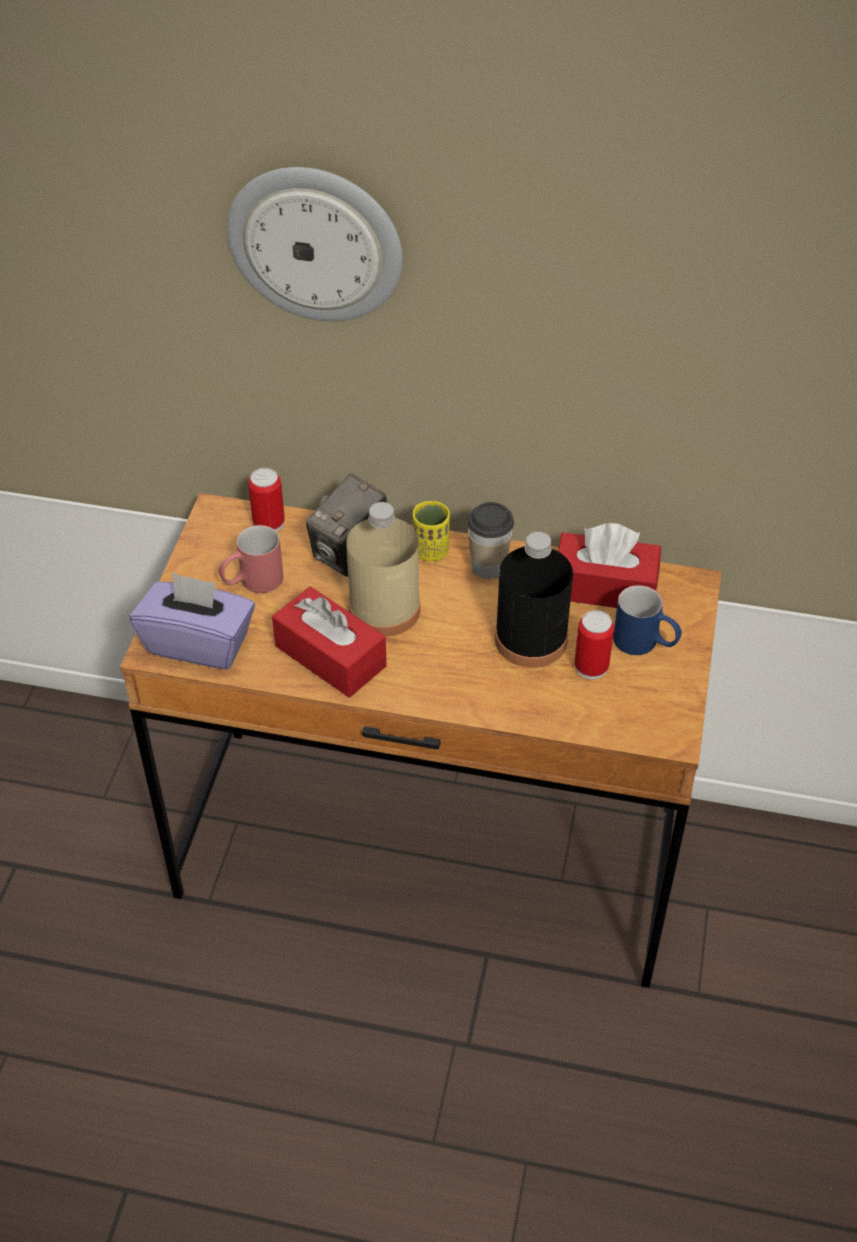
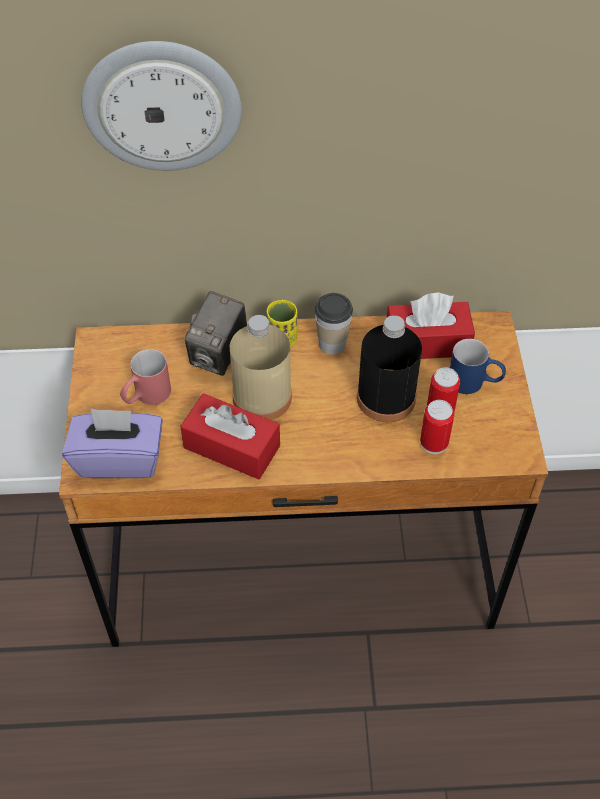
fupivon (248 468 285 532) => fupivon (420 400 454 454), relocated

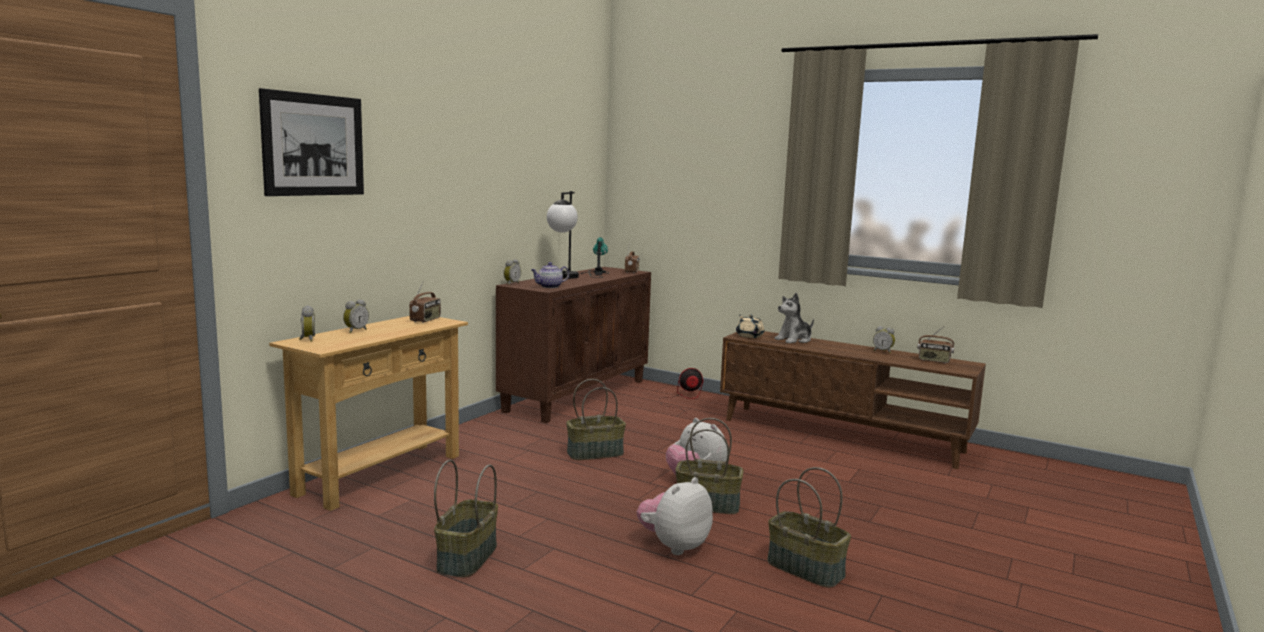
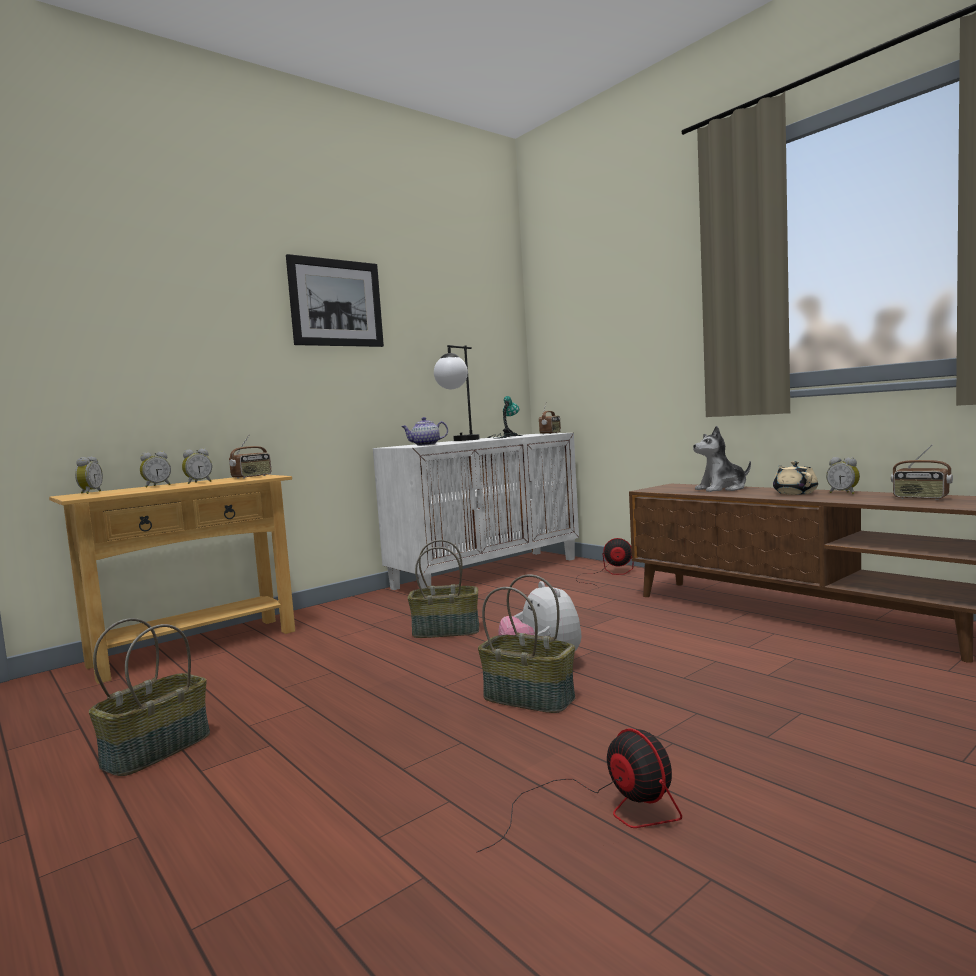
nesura (259 88 364 196) => nesura (286 254 384 347), relocated
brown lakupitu (496 267 651 423) => white lakupitu (373 433 579 590)
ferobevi (504 259 521 285) => ferobevi (182 448 212 484), relocated
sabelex (637 477 713 555) => nothing
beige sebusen (736 314 764 338) => beige sebusen (773 461 818 495), relocated
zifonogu (767 467 851 588) => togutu (476 728 682 853)

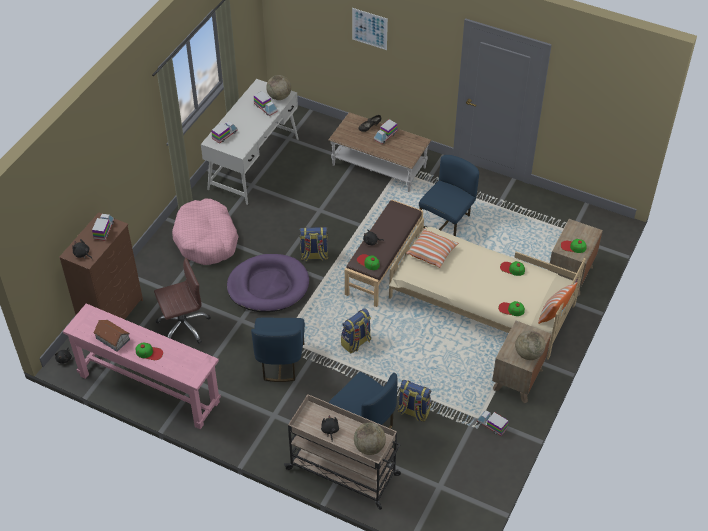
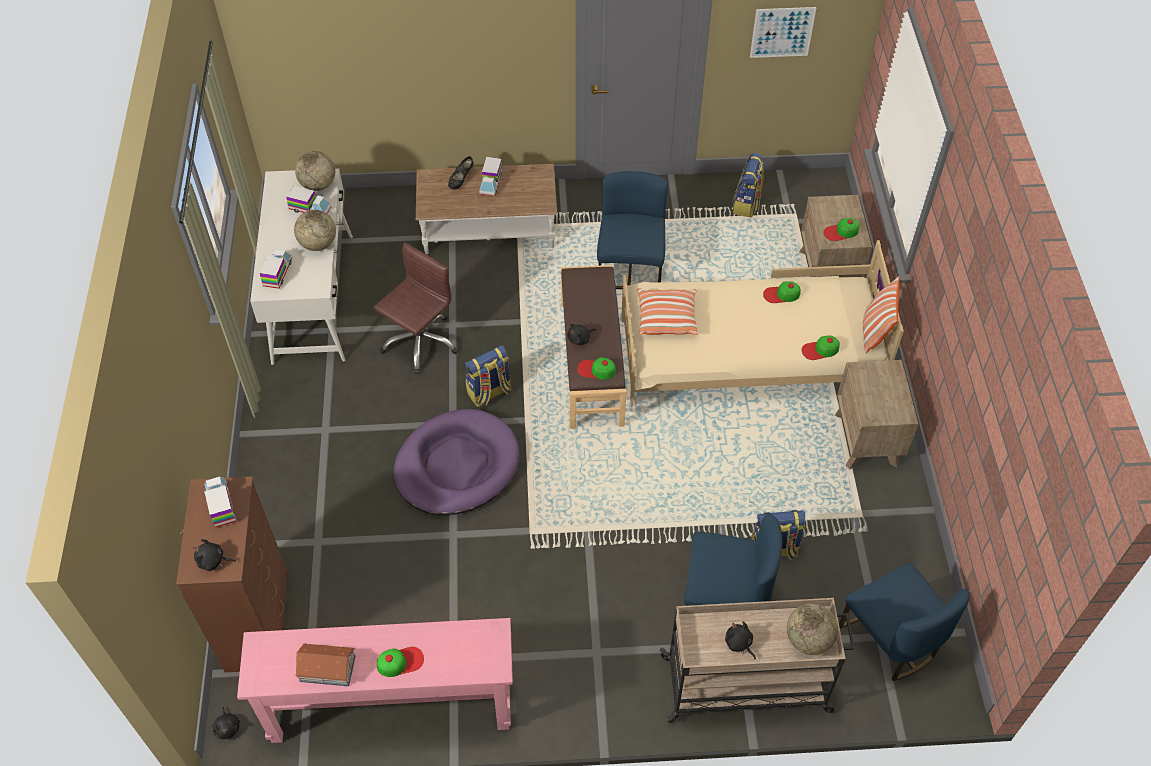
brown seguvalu (154 258 211 344) => brown seguvalu (374 242 458 374), relocated
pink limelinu (172 198 239 265) => nothing
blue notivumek (251 317 305 382) => blue notivumek (839 562 970 681), relocated
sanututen (341 308 371 353) => sanututen (733 153 764 217), relocated
nesura (352 8 388 50) => nesura (750 7 816 58), relocated
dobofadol (477 410 508 436) => nothing
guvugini (515 330 545 360) => guvugini (294 210 336 251), relocated

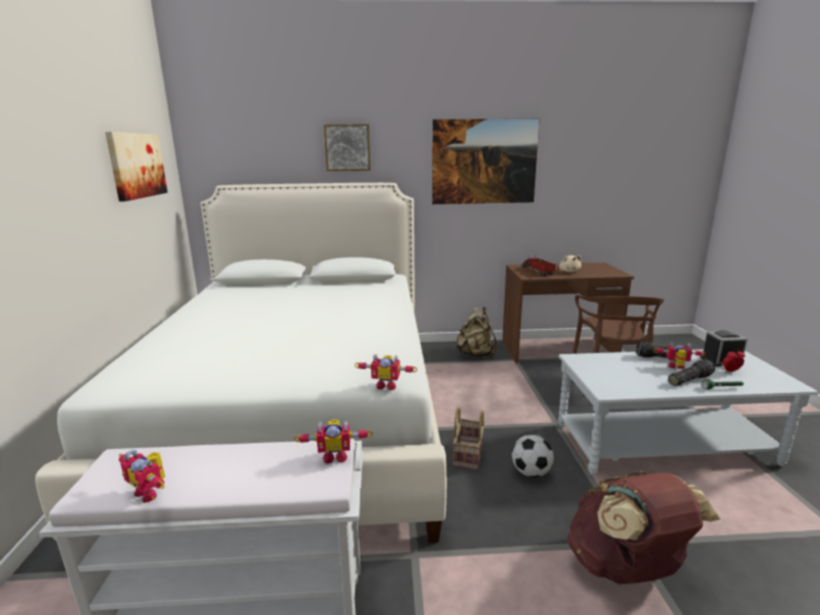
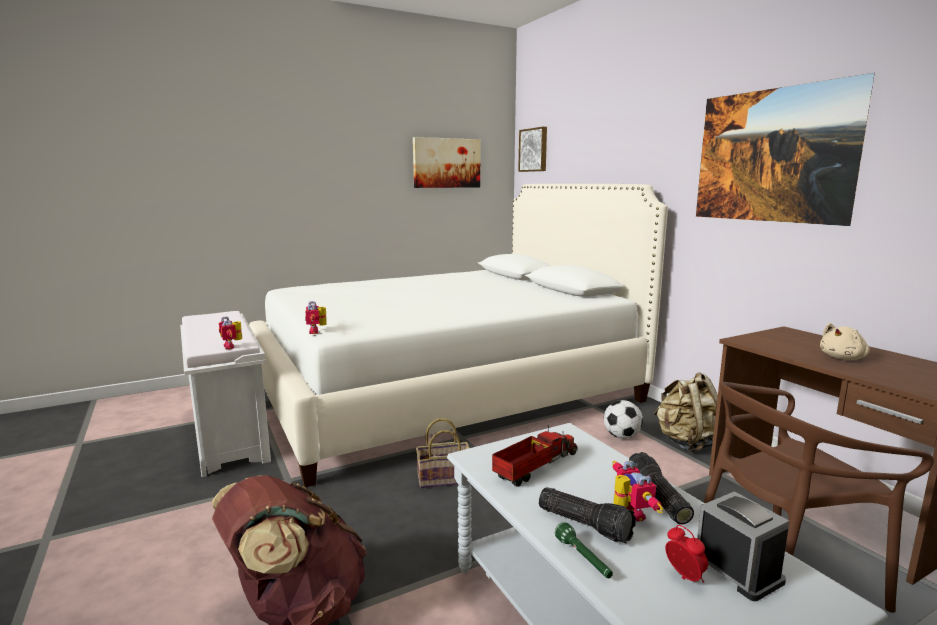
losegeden (119 449 165 503) => nothing
nesura (324 124 370 171) => nesura (518 127 547 172), relocated
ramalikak (512 435 554 477) => ramalikak (604 400 643 439), relocated
dobofadol (522 255 556 276) => dobofadol (492 426 578 487), relocated

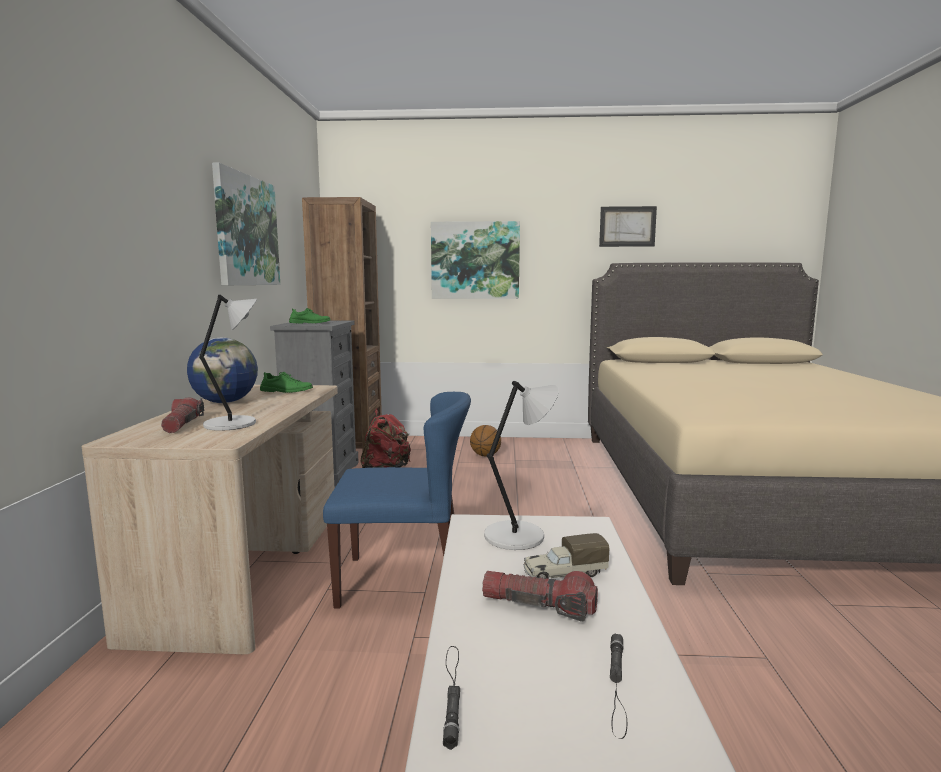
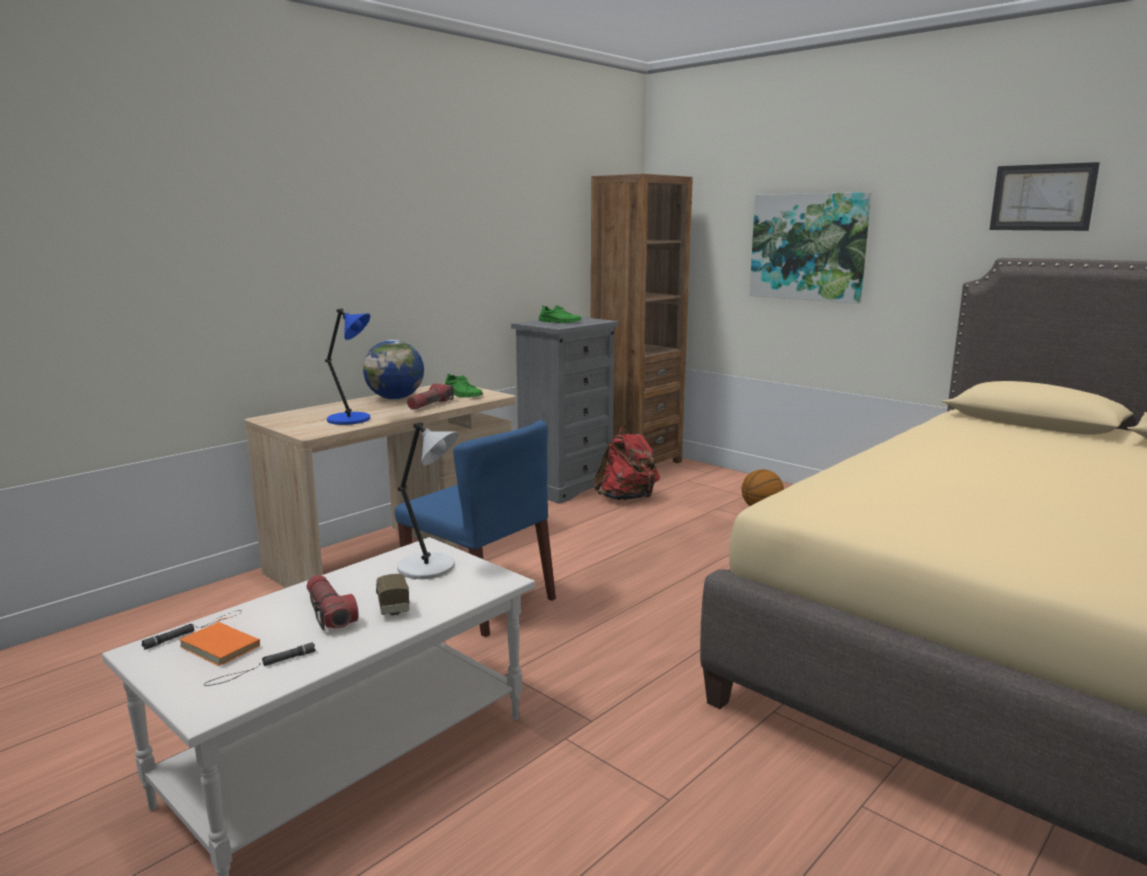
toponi (161 398 204 433) => toponi (407 383 455 410), relocated
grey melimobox (199 294 257 431) => blue melimobox (325 308 370 425)
nesura (212 163 280 285) => nothing
dobofadol (524 533 610 579) => dobofadol (376 574 410 617), 45 degrees clockwise
nothing => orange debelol (179 617 260 666)

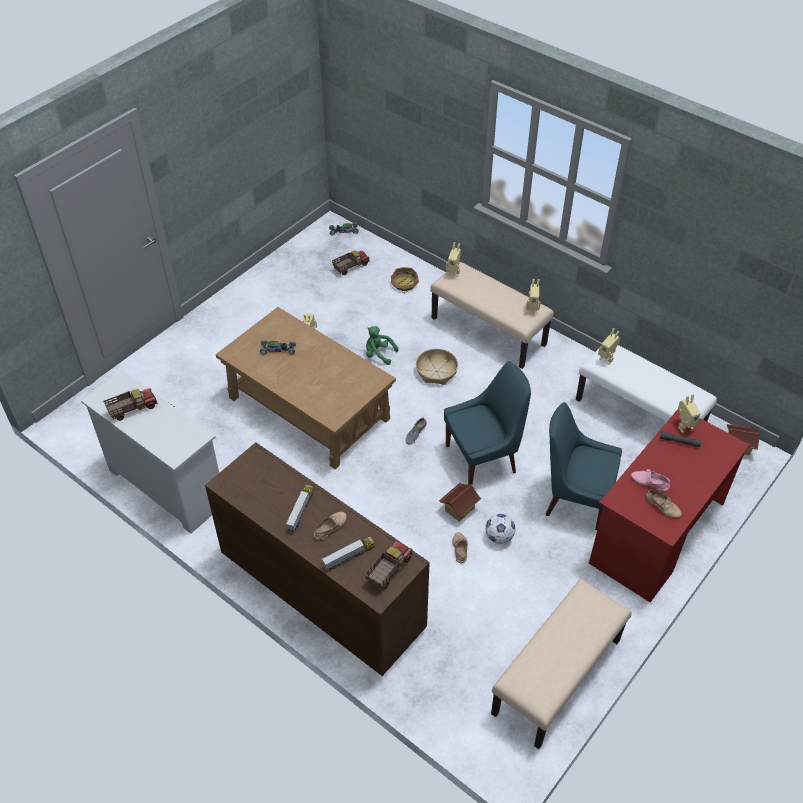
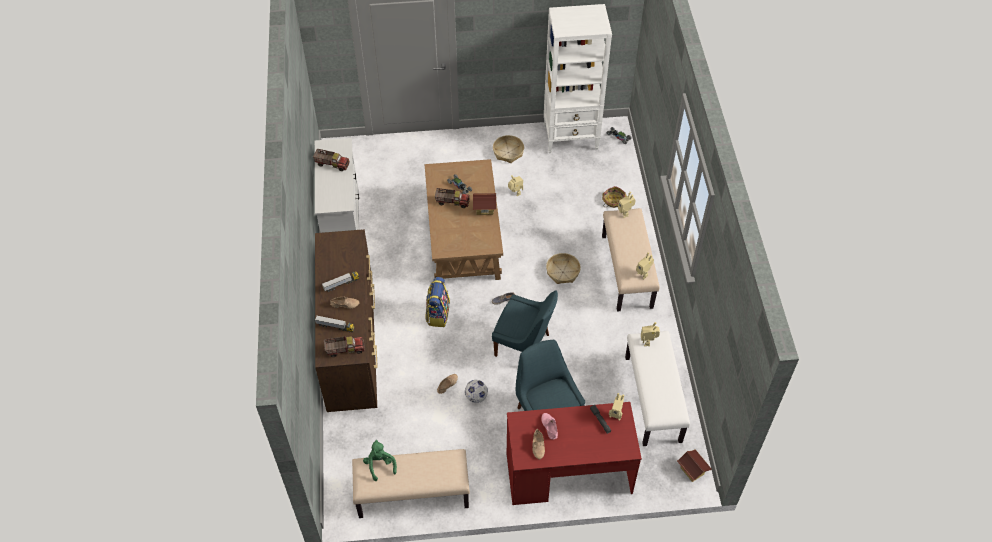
dobofadol (332 250 370 275) => dobofadol (435 188 470 208), relocated
green sabelex (366 326 399 365) => green sabelex (363 440 397 481), relocated
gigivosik (439 483 482 521) => gigivosik (473 193 497 215), relocated
nothing => sanututen (425 277 450 327)
nothing => zifonogu (493 135 524 163)
nothing => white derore (544 4 612 153)

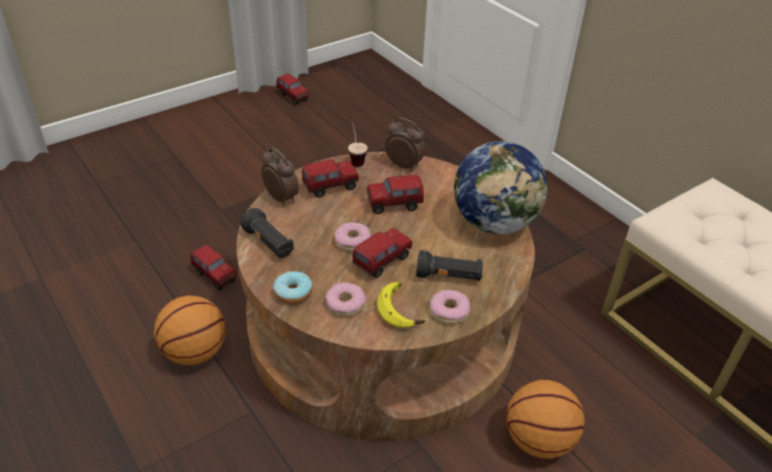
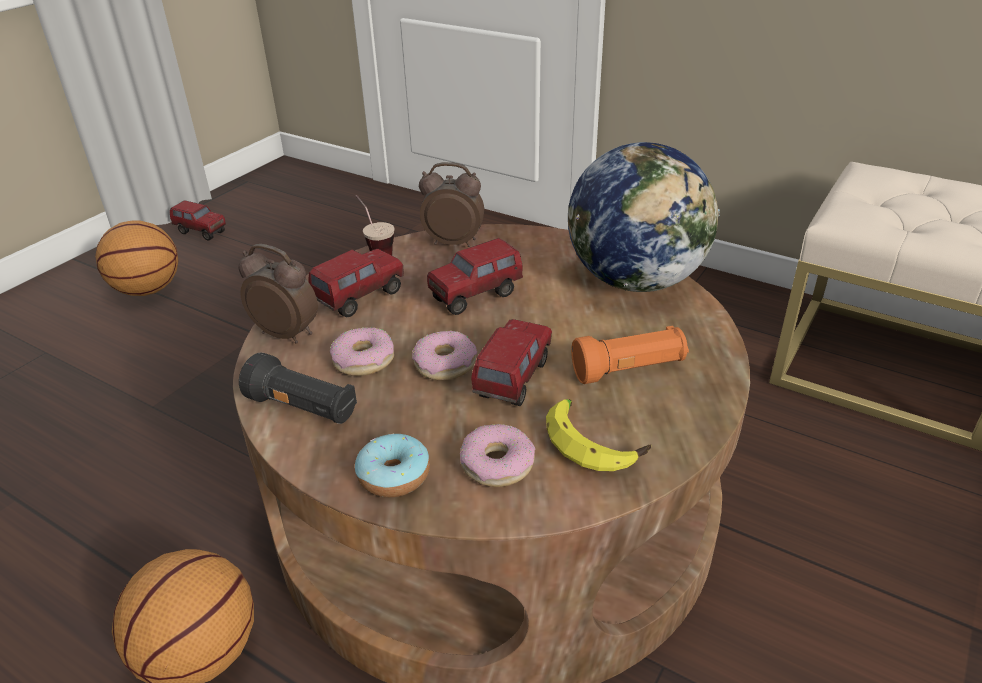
dobofadol (190 245 237 290) => nothing
black toponi (416 250 483 281) => orange toponi (571 326 689 384)
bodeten (430 290 470 324) => bodeten (329 327 394 376), relocated
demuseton (506 380 585 459) => demuseton (95 221 179 296), relocated

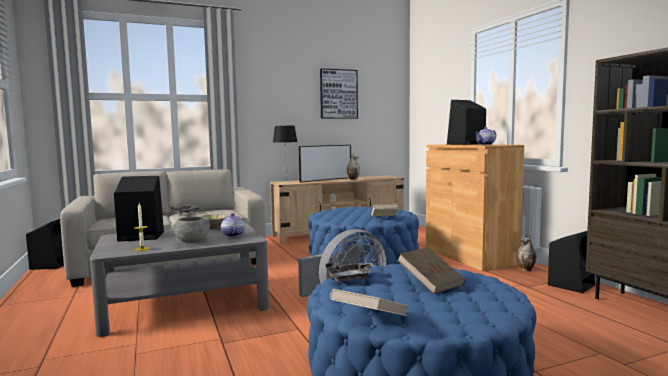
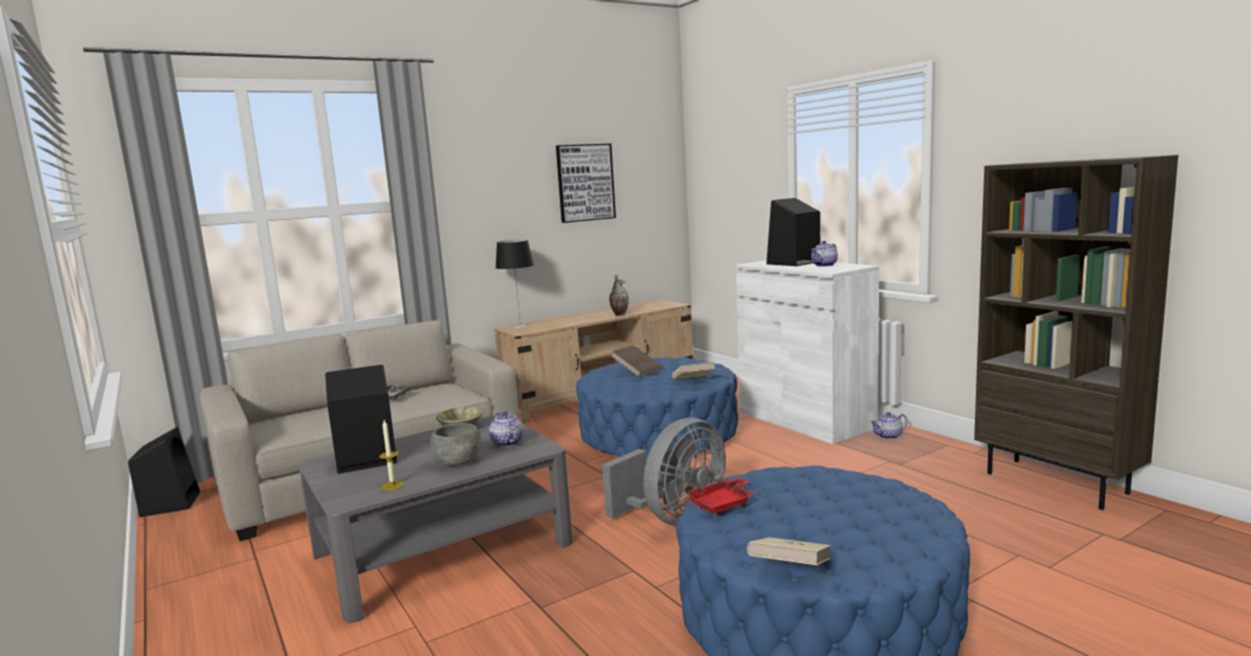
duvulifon (299 145 351 183) => nothing
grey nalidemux (326 263 375 282) => red nalidemux (685 477 755 514)
brown debelol (397 248 465 294) => brown debelol (611 345 661 377), relocated
brown lakupitu (426 144 524 271) => white lakupitu (736 260 879 444)
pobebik (517 233 536 271) => sebusen (870 412 907 439)
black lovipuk (548 231 595 293) => nothing

